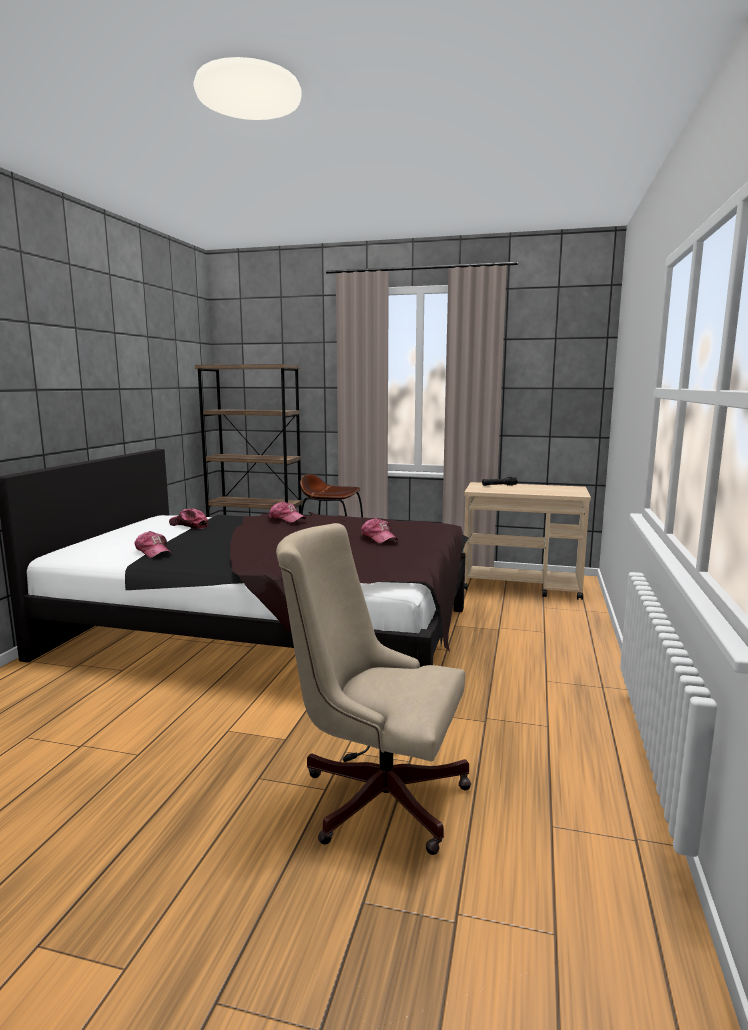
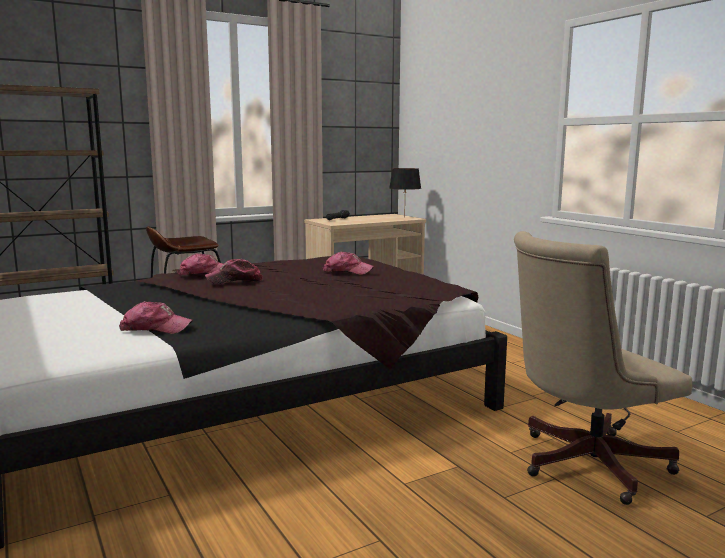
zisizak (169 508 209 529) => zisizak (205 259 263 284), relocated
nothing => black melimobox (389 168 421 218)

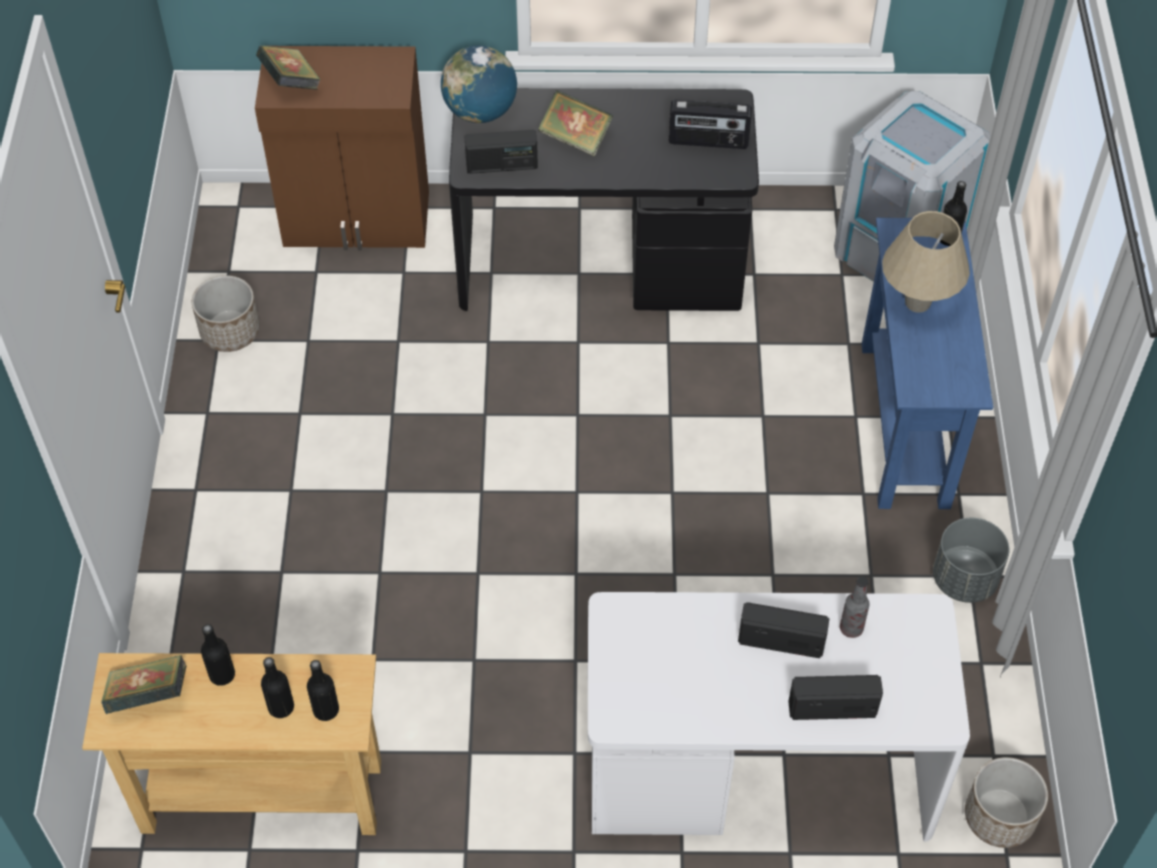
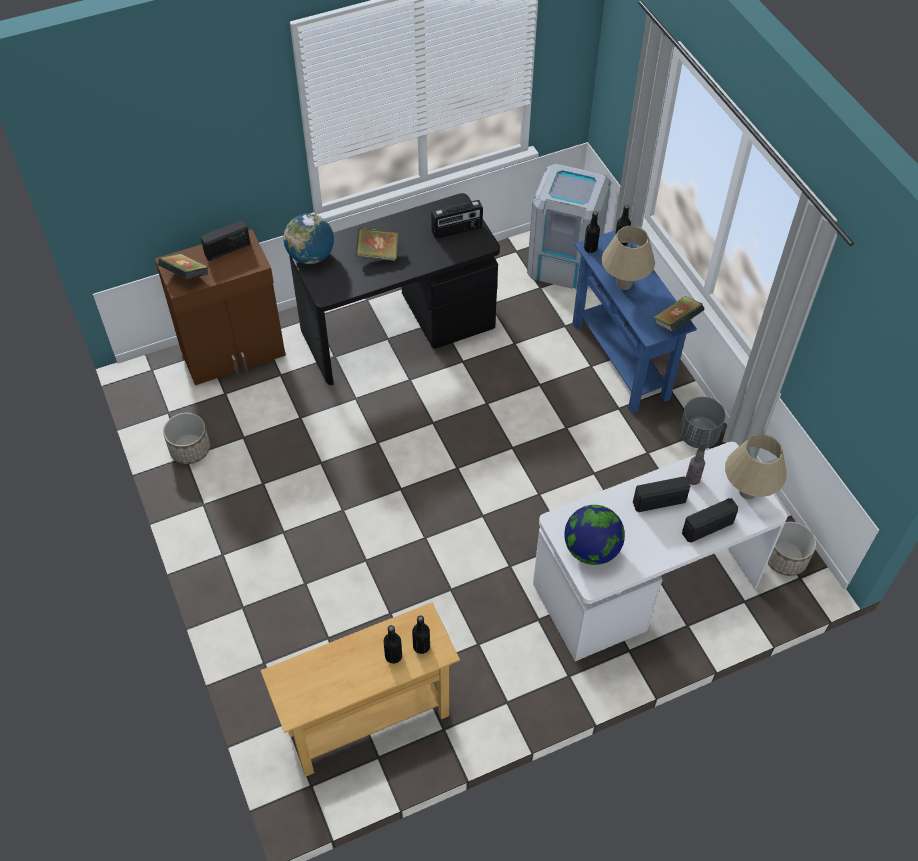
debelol (101 654 186 714) => debelol (653 296 705 332), relocated
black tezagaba (201 624 235 686) => black tezagaba (584 211 600 253), relocated
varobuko (464 129 538 174) => varobuko (201 221 251 261), relocated
nothing => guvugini (564 505 625 565)
nothing => beige melimobox (725 434 787 499)

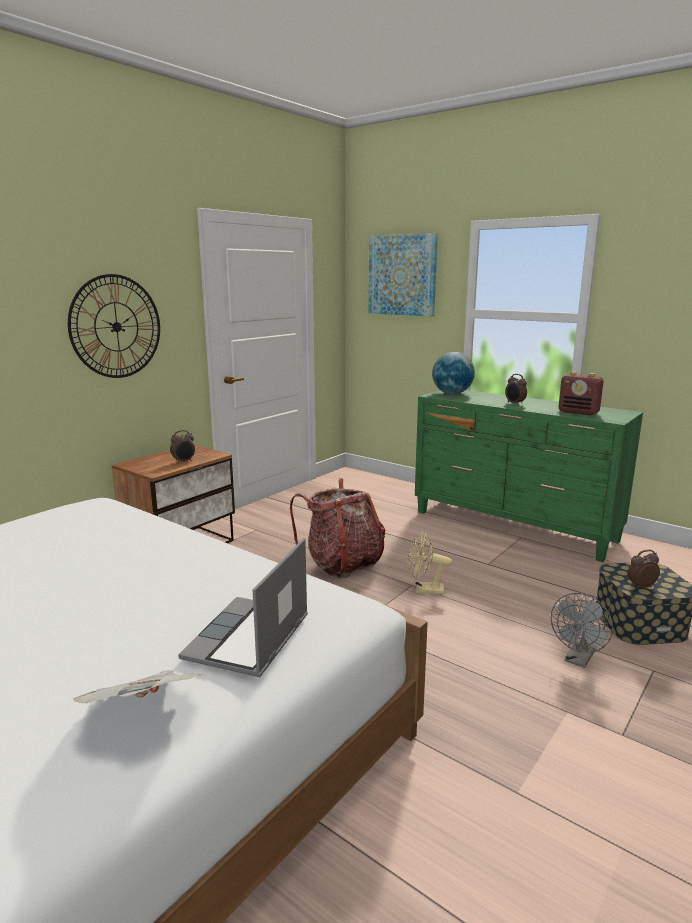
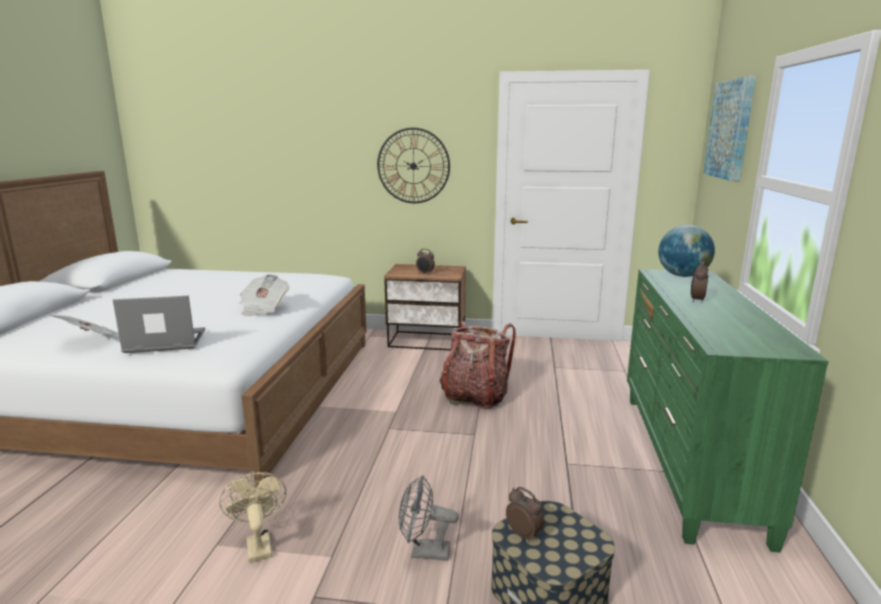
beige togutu (408 532 452 595) => beige togutu (219 472 286 563), relocated
varobuko (558 372 604 415) => nothing
nothing => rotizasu (240 274 289 316)

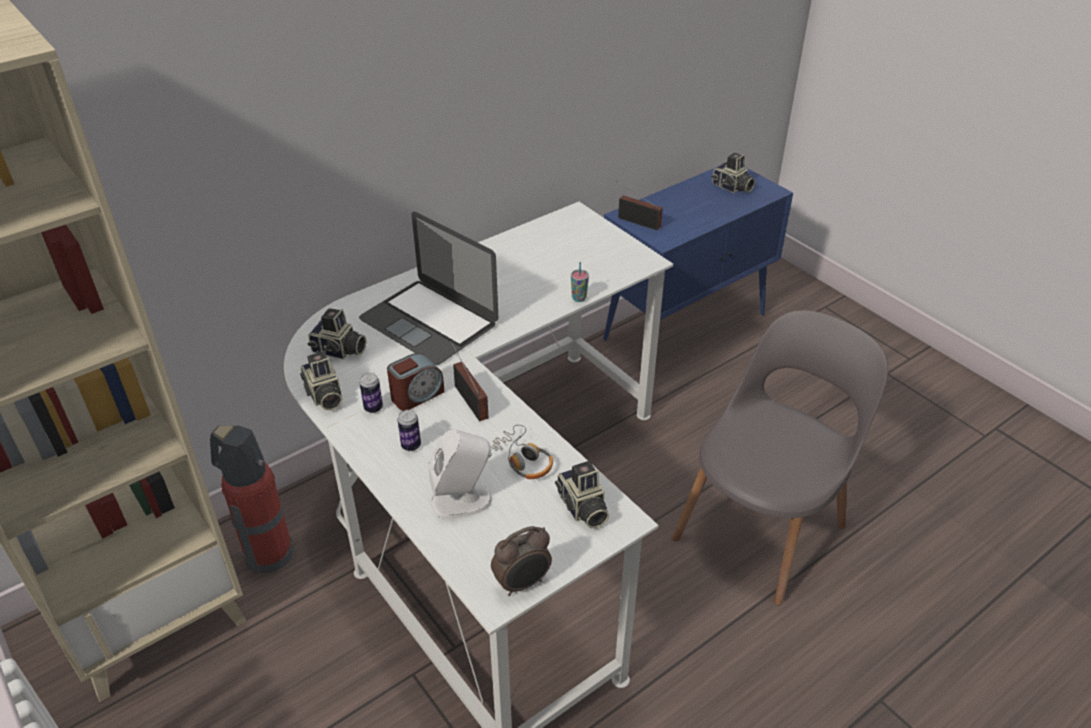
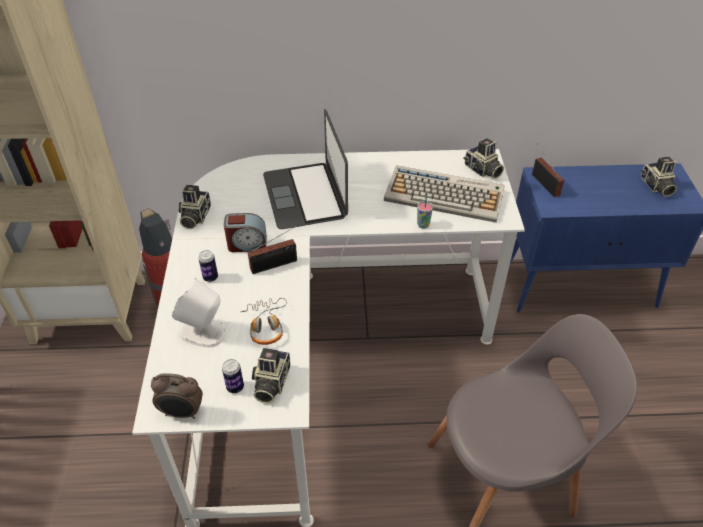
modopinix (307 308 366 359) => modopinix (463 138 504 179), relocated
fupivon (359 373 383 413) => fupivon (222 359 244 393), relocated
varobuko (451 341 489 421) => varobuko (248 225 298 274), 60 degrees clockwise
nothing => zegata (384 165 505 223)

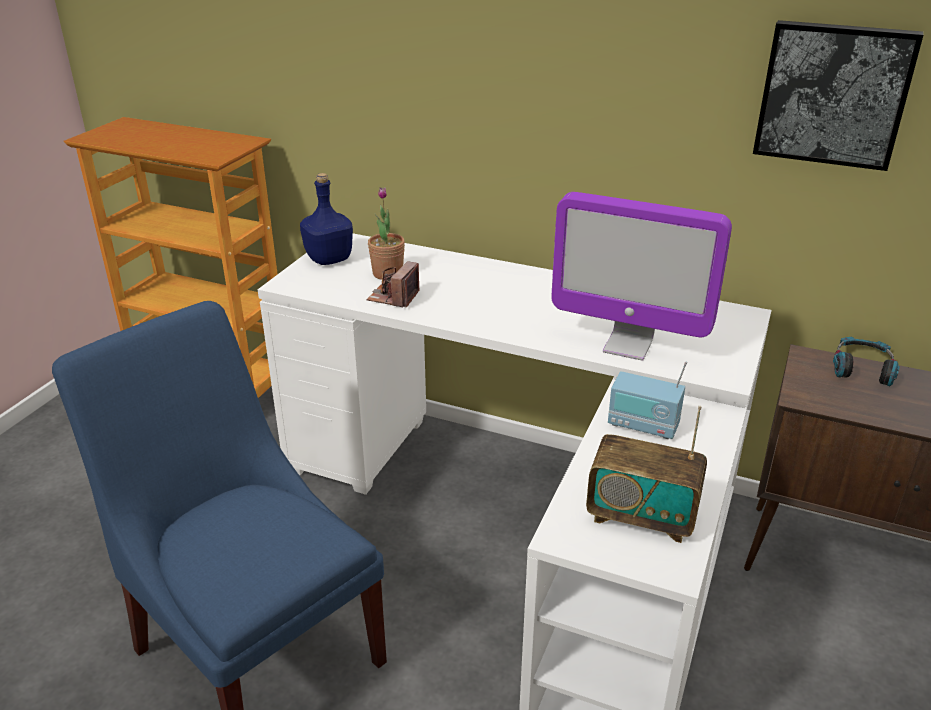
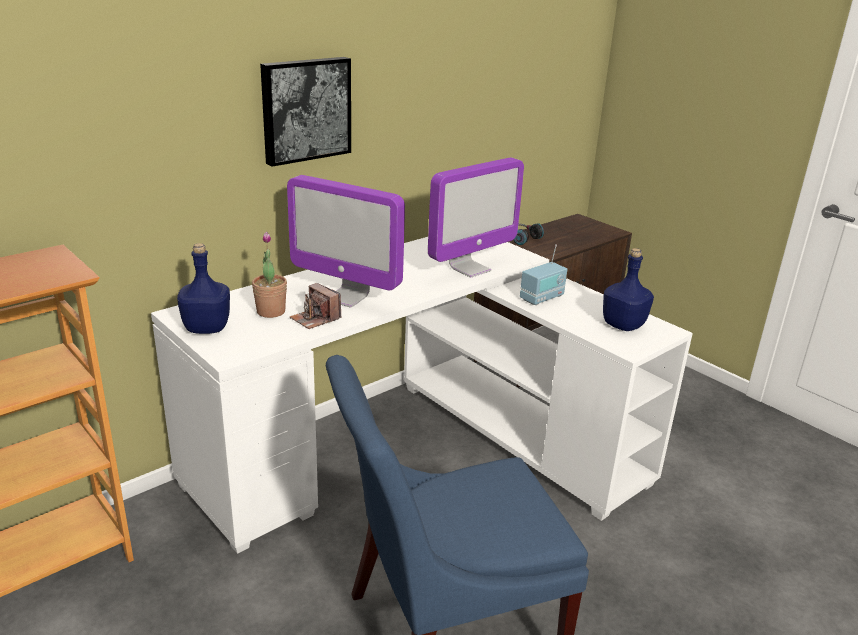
varobuko (586 406 707 543) => blue tezagaba (603 248 654 331)
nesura (753 20 923 171) => nesura (260 57 351 167), relocated
nothing => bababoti (287 175 405 308)

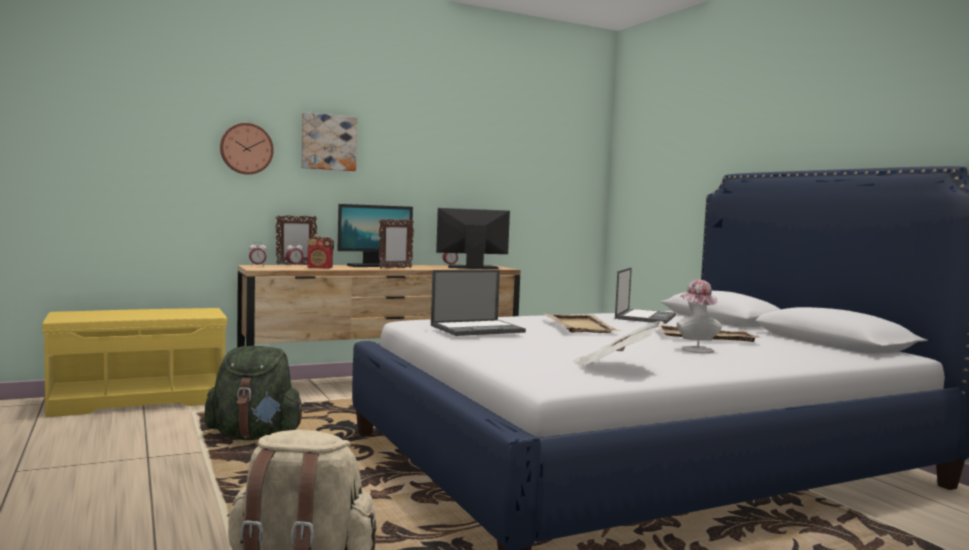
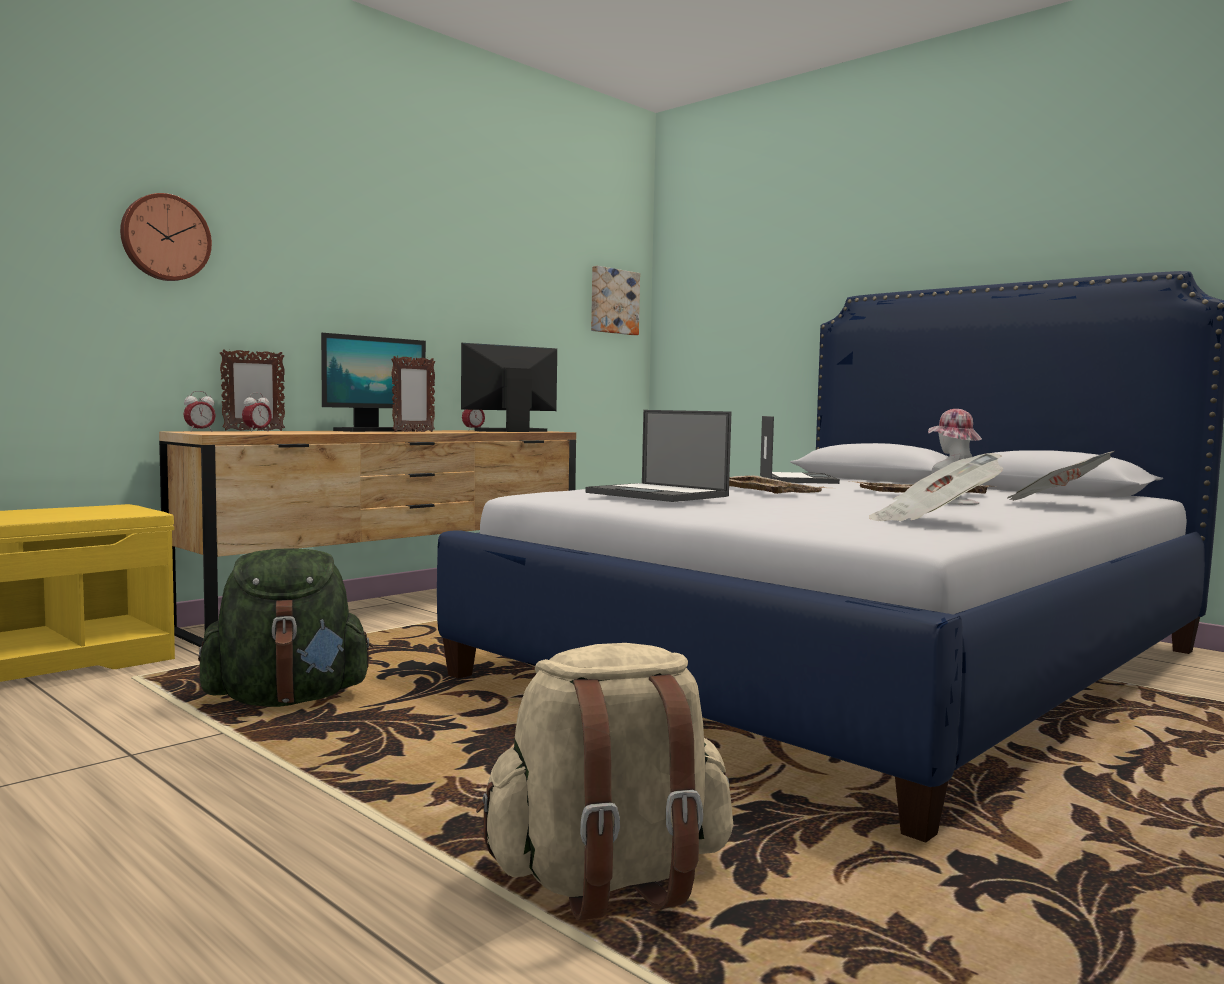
nesura (301 112 357 171) => nesura (591 266 640 335), relocated
varobuko (307 235 334 269) => nothing
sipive (431 270 526 336) => sipive (585 410 731 502), 90 degrees clockwise
nothing => rotizasu (1007 451 1114 501)

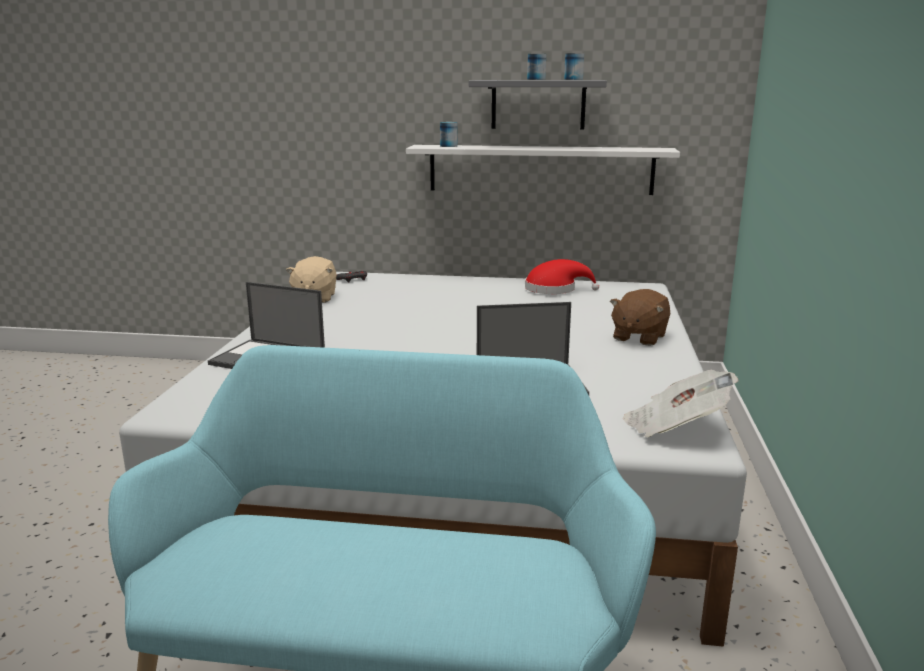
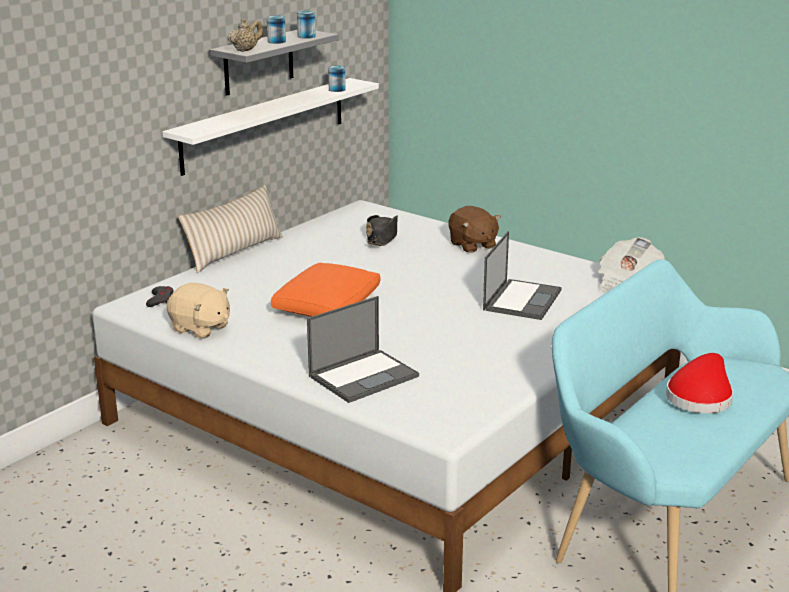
fupivon (440 122 457 147) => fupivon (328 65 346 92), relocated
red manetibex (525 259 599 294) => red manetibex (666 353 733 413), relocated
nothing => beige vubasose (178 185 283 273)
nothing => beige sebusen (228 18 263 52)
nothing => orange vubasose (271 263 380 317)
nothing => black manetibex (366 215 398 246)

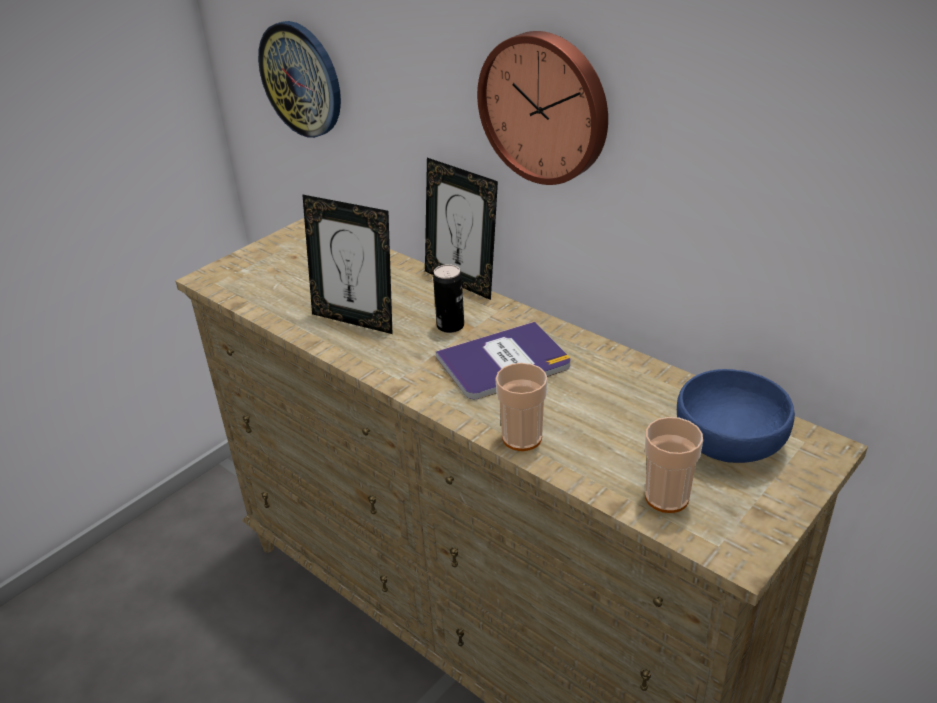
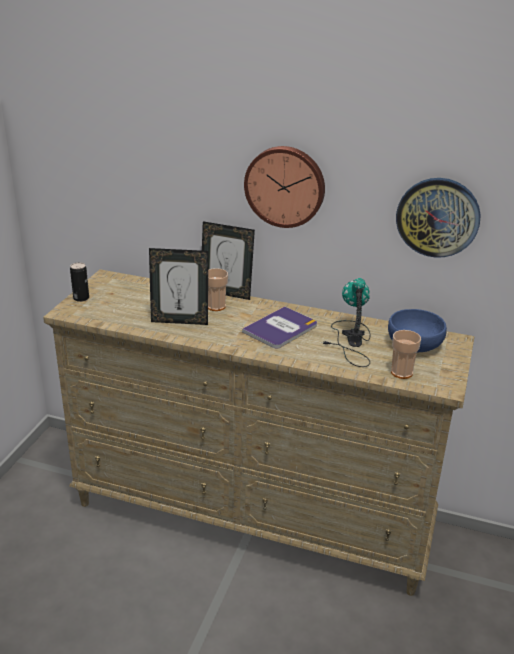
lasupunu (258 21 341 138) => lasupunu (396 178 481 258), relocated
fupivon (433 264 464 333) => fupivon (70 262 89 302), relocated
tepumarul (495 363 548 451) => tepumarul (208 268 228 311), relocated
nothing => melimobox (323 278 371 367)

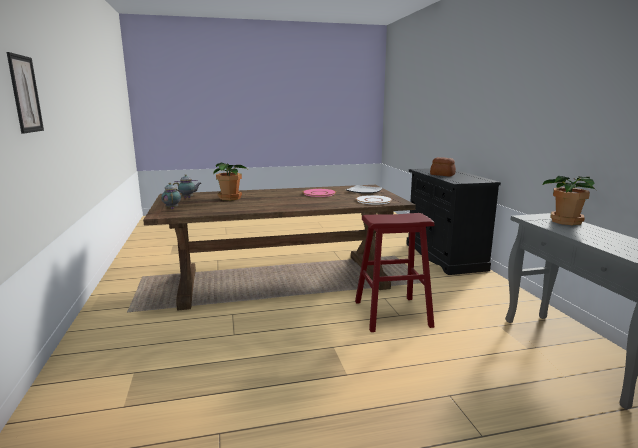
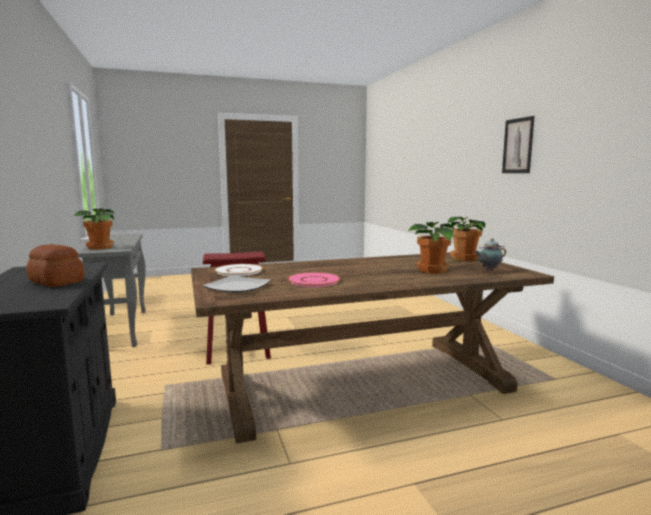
sebusen (161 183 181 209) => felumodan (448 216 485 261)

